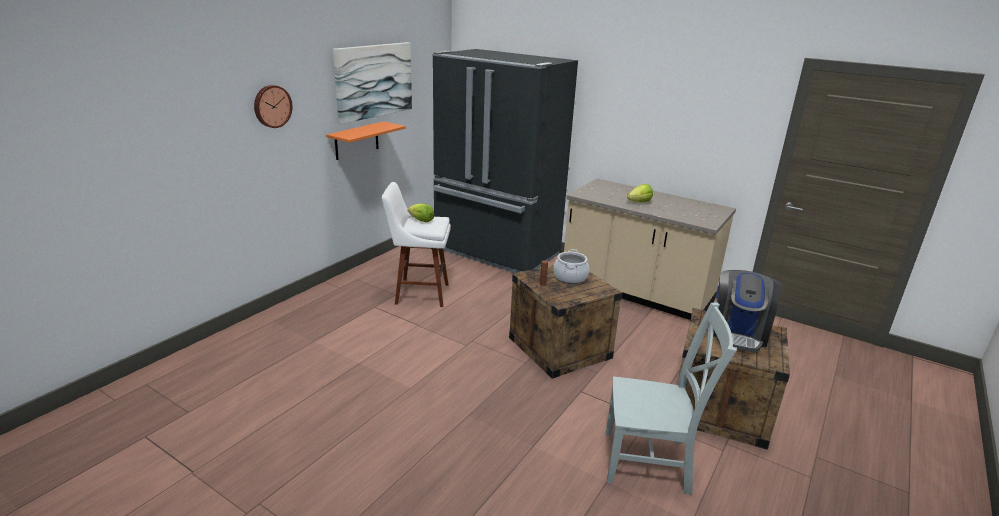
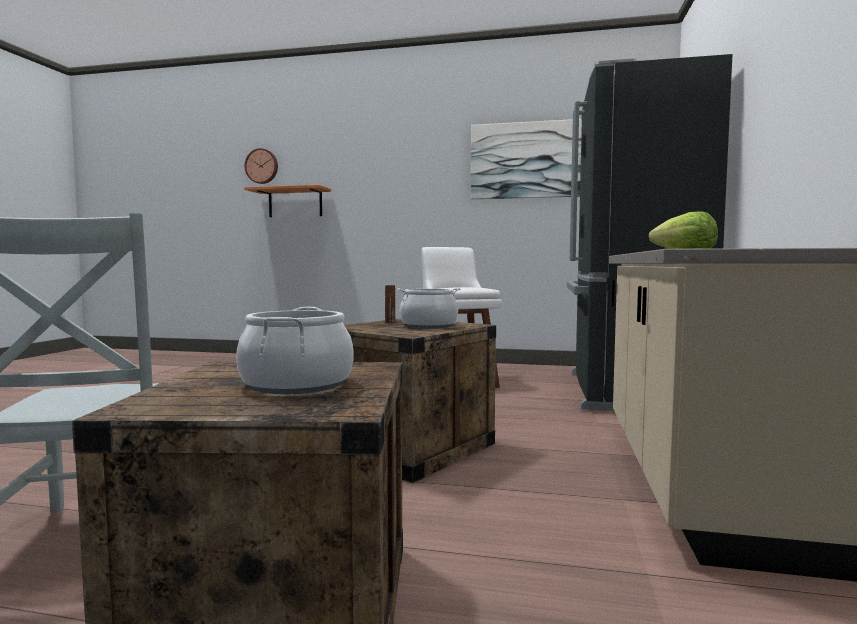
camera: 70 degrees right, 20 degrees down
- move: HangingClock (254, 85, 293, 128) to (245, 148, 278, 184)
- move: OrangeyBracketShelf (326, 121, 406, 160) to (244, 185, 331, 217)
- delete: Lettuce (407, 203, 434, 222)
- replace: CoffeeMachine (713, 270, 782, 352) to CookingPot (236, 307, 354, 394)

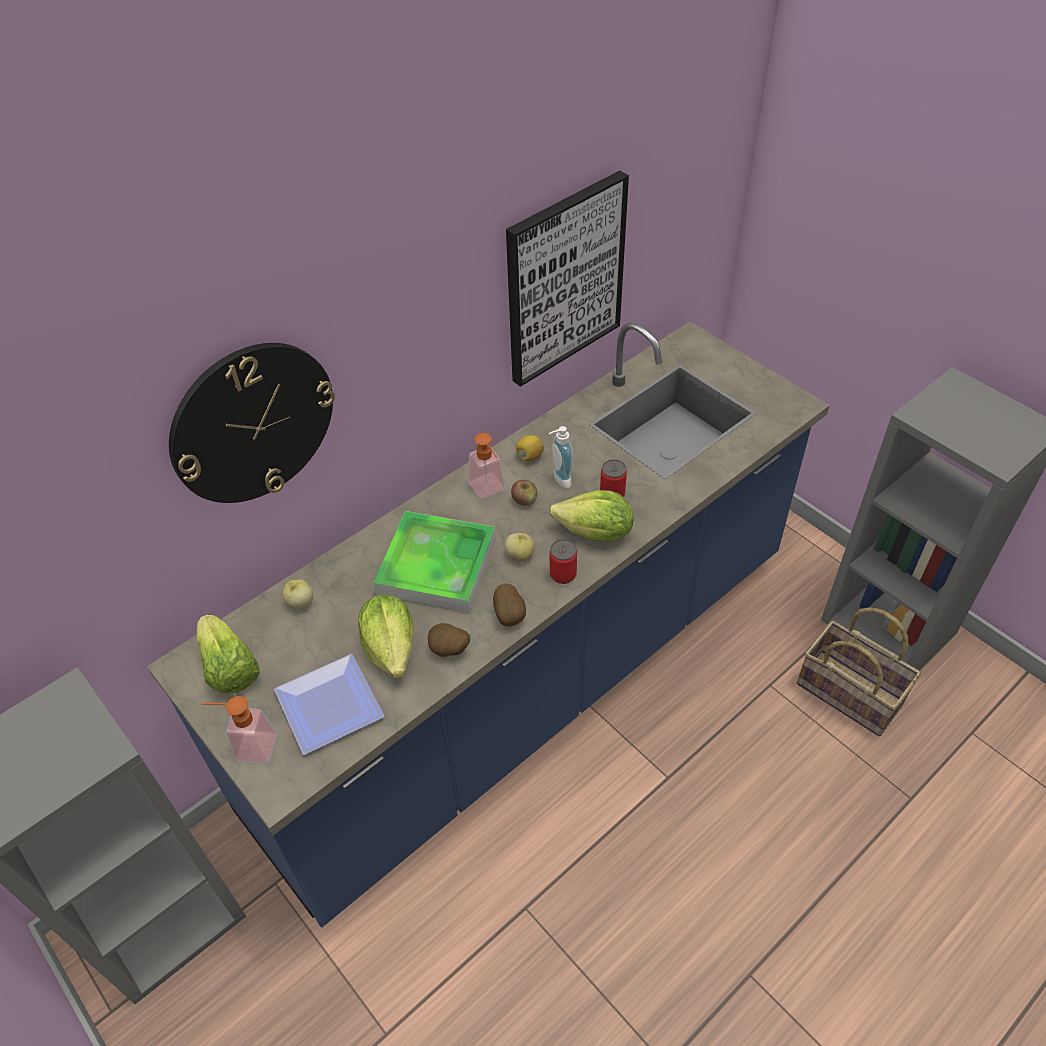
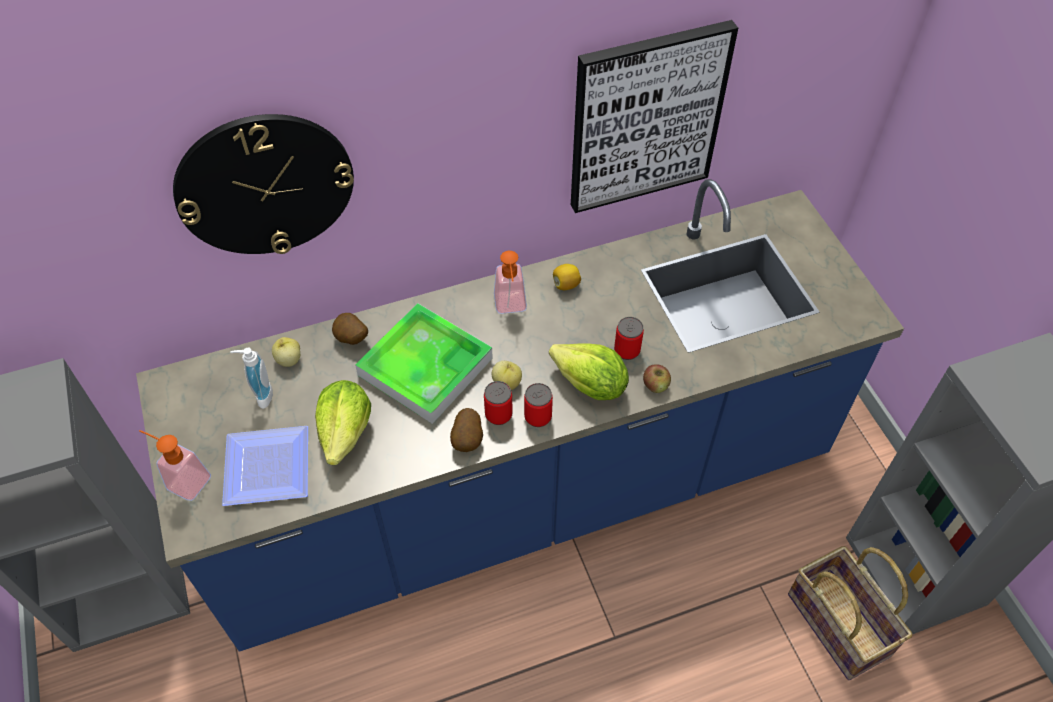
camera: 20 degrees right, 5 degrees up
- move: LiquidSoapBottle (549, 426, 573, 488) to (230, 348, 273, 409)
- move: WholeApple (511, 480, 537, 506) to (643, 364, 671, 393)
- delete: Lettuce (196, 614, 260, 693)
- move: Potato (428, 623, 470, 657) to (332, 313, 368, 345)
- insert: SealedCan (484, 381, 513, 425)

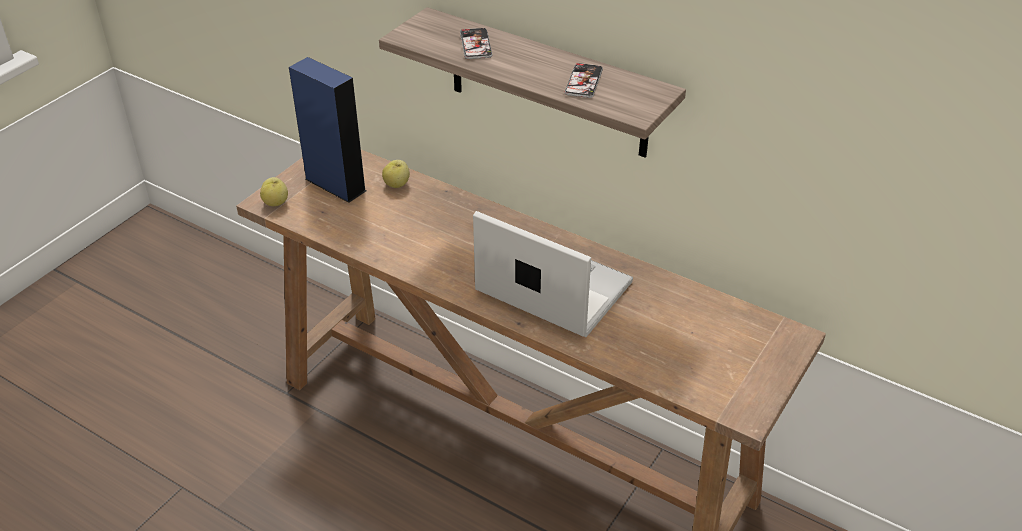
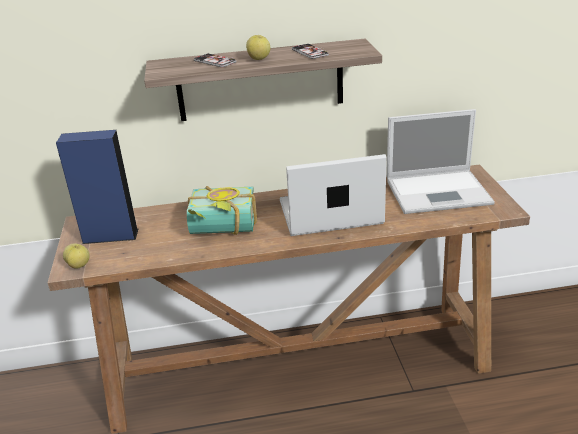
camera: 40 degrees left, 10 degrees down
- move: WholeApple (382, 160, 410, 188) to (246, 35, 270, 60)
- insert: PortableComputer (387, 109, 495, 214)
- insert: Book (187, 186, 257, 235)

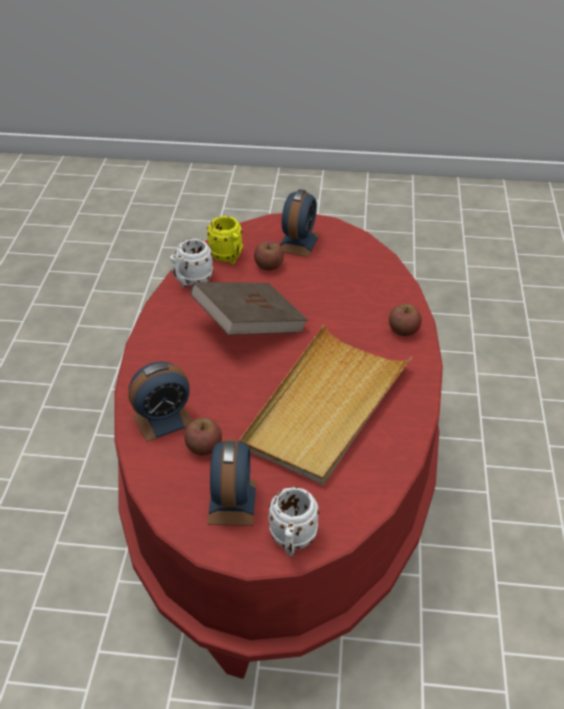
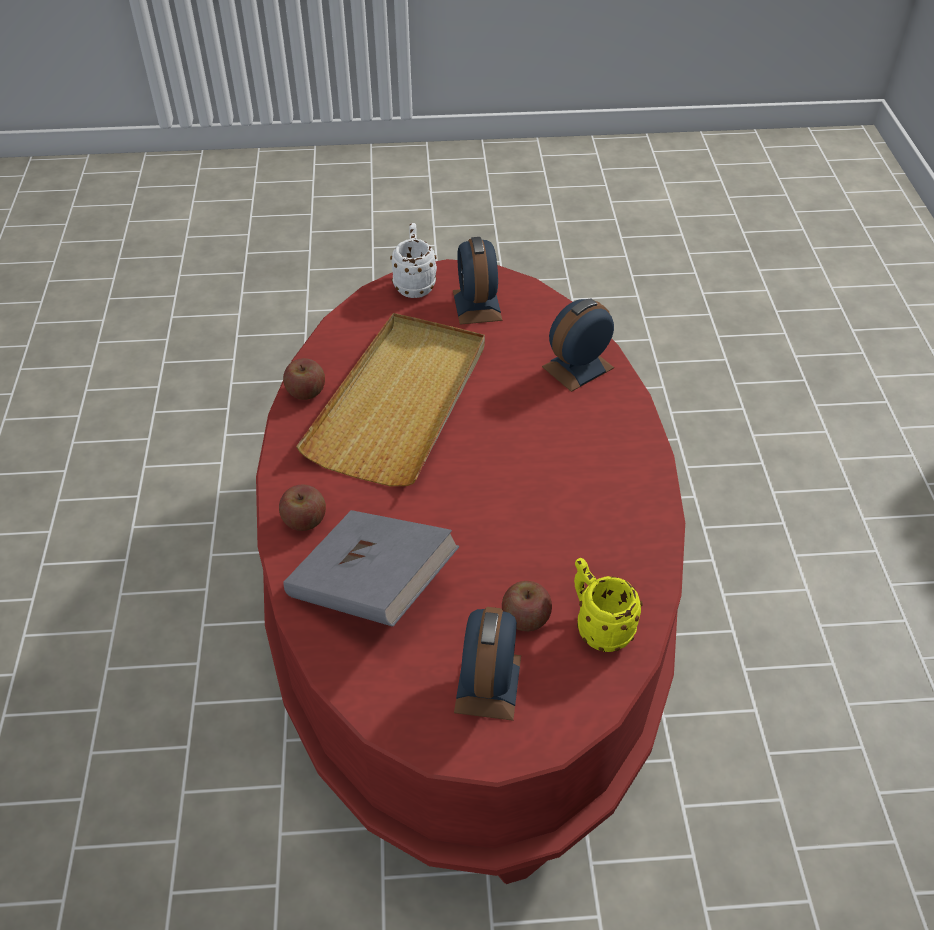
camera: 170 degrees right, 5 degrees up
- delete: WhiteTeaMug (170, 239, 213, 288)
- delete: BrownColouredBook (190, 282, 308, 335)
- move: WholeApple (184, 418, 222, 455) to (283, 358, 325, 400)
- insert: GreyishBook (283, 510, 460, 627)

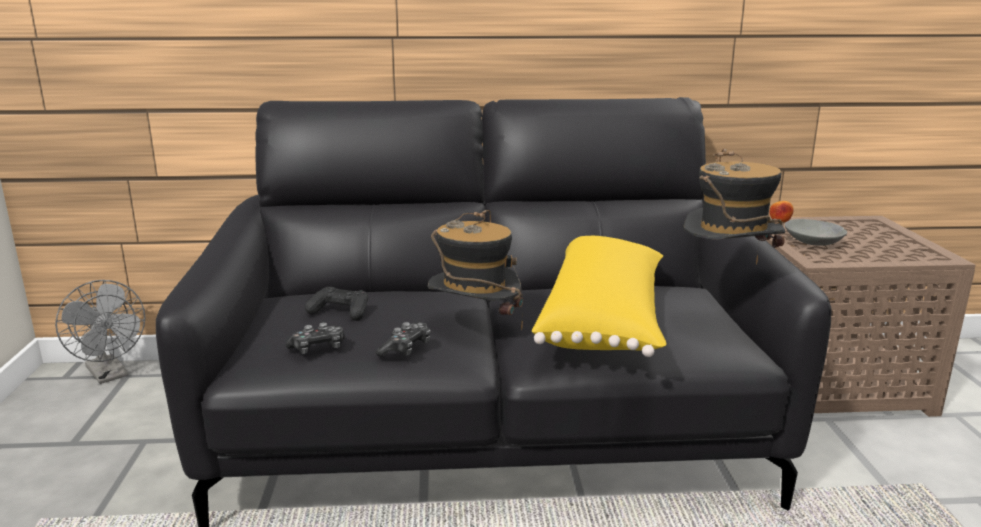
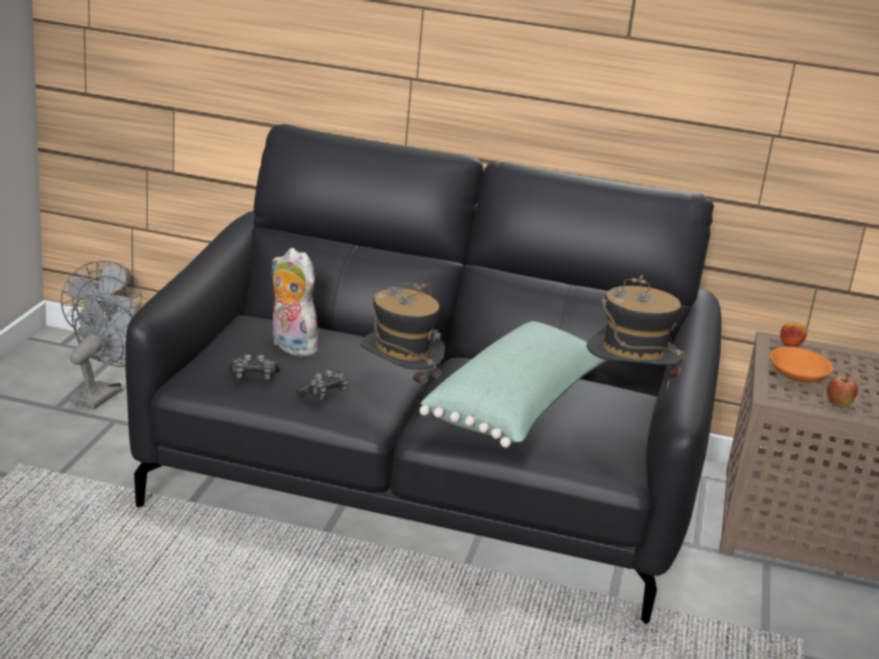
camera: 15 degrees right, 5 degrees up
- recolor: GreyishBowl (785, 219, 847, 246) to OrangeyBowl (770, 347, 833, 383)
- recolor: YellowishThrowPillow (532, 236, 667, 357) to GreenishThrowPillow (420, 321, 607, 448)
- replace: BlackishJoypad (305, 287, 368, 321) to CuddlyToy (271, 248, 318, 356)
- insert: GreyishElectricFan (70, 295, 133, 409)
- insert: WholeApple (827, 375, 858, 407)

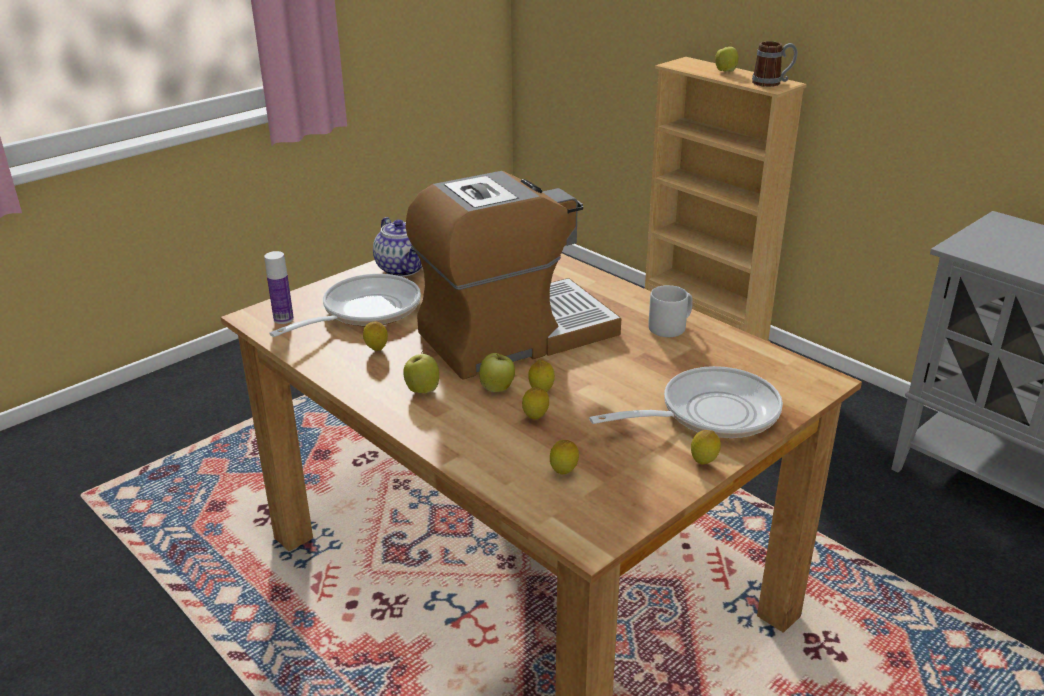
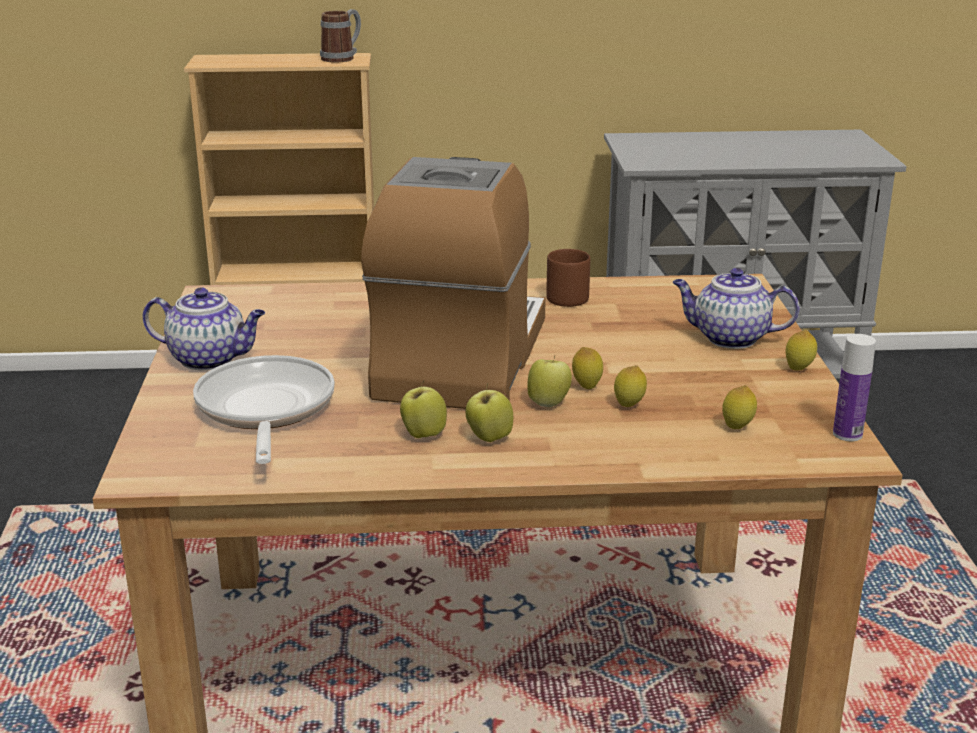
camera: 50 degrees left, 5 degrees down
- move: WholeApple (715, 43, 739, 72) to (400, 380, 447, 438)
- move: BeverageBottle (264, 251, 294, 324) to (833, 334, 876, 441)
- recolor: GreyishTeaMug (648, 285, 693, 337) to BrownColouredTeaMug (546, 249, 590, 307)
- delete: Lemon (363, 322, 388, 351)
- replace: FryingPan (589, 366, 783, 438) to Teapot (673, 268, 799, 349)

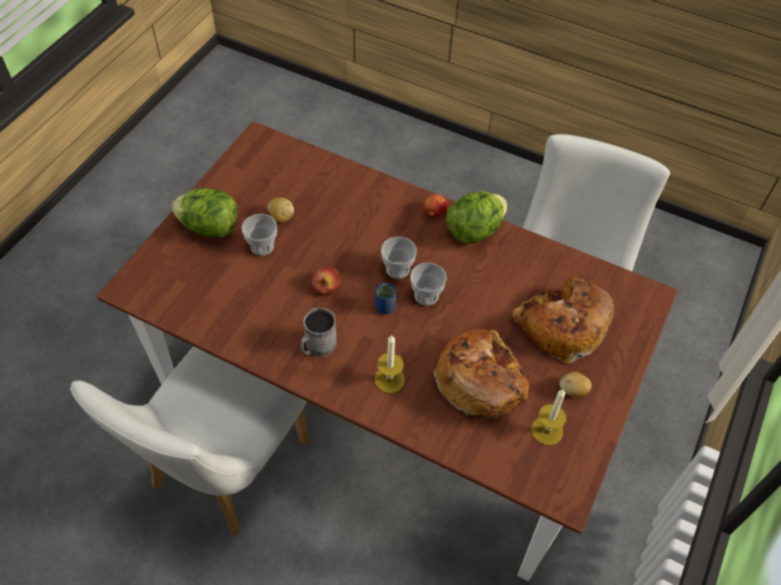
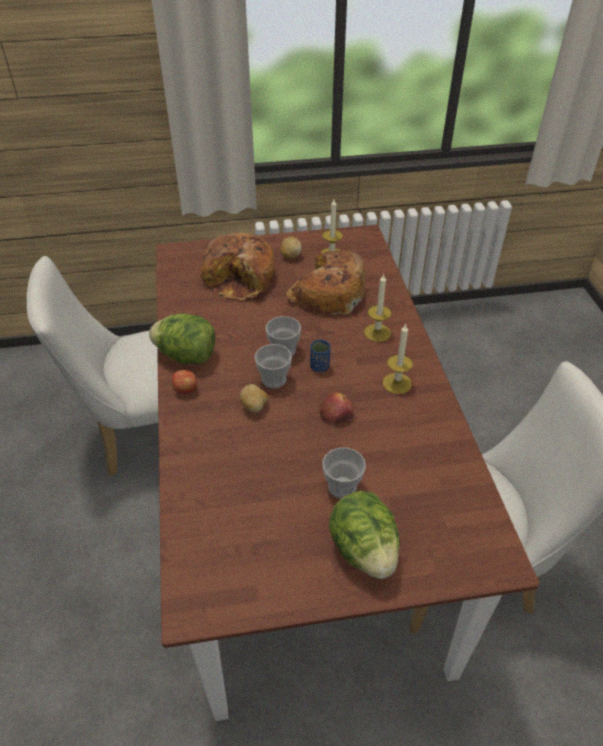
camera: 125 degrees left, 10 degrees down
- move: Potato (267, 197, 294, 223) to (240, 384, 268, 413)
- replace: GreyishTeaMug (300, 308, 337, 357) to WaxLight (383, 324, 413, 394)

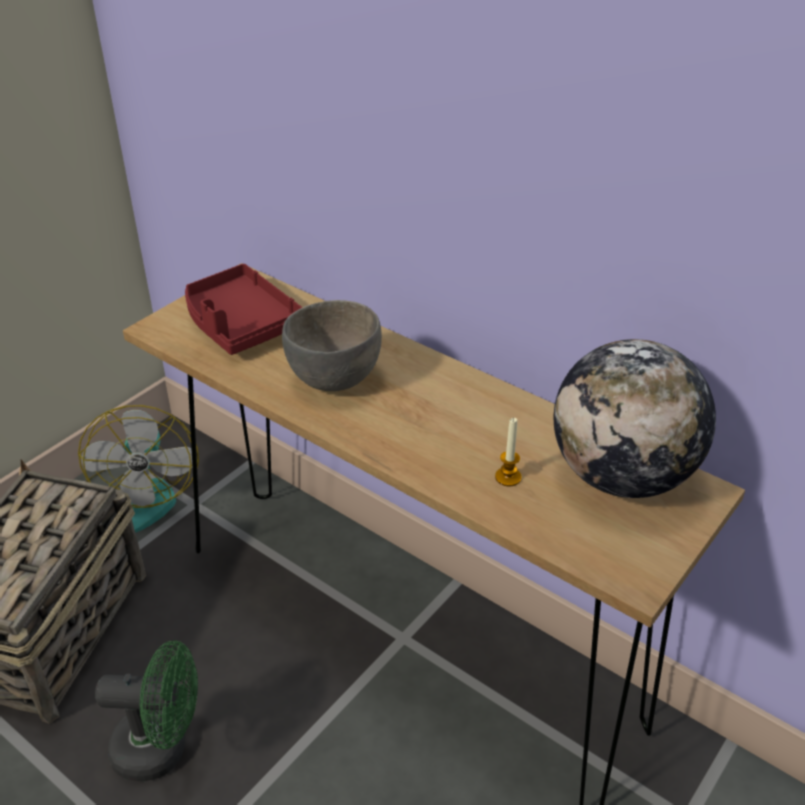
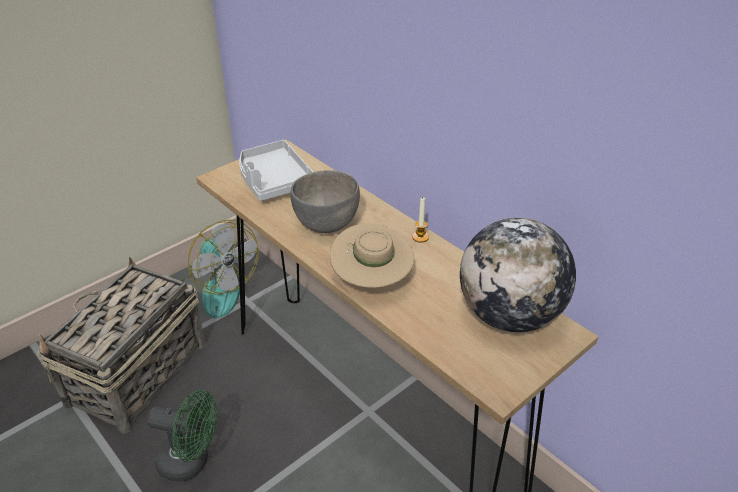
camera: 10 degrees right, 0 degrees up
- recolor: RedCarryingTray (185, 264, 303, 355) to GreyishCarryingTray (239, 140, 313, 201)
- rotate: ElectricFan (78, 405, 199, 533) = (182, 220, 259, 318) 45 degrees counterclockwise
- move: WaxLight (495, 418, 522, 486) to (412, 198, 429, 243)
- insert: BeigeHat (330, 223, 414, 288)

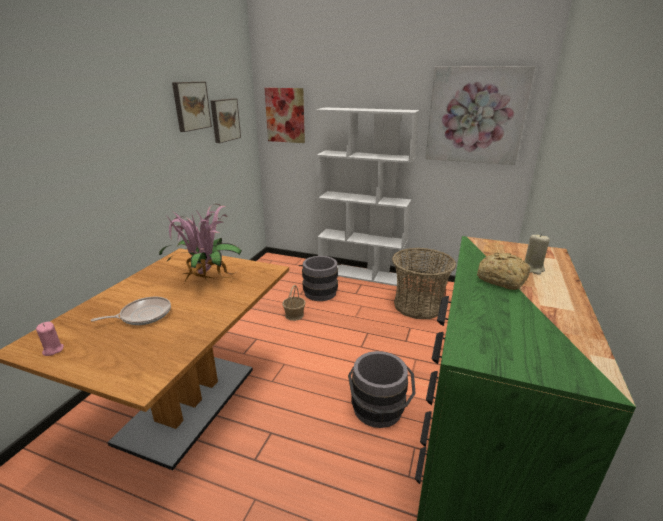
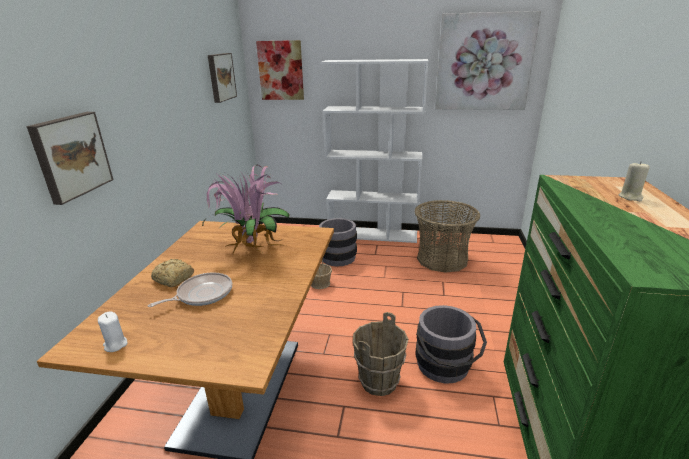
camera: 10 degrees left, 0 degrees up
- move: WallArt (172, 82, 212, 132) to (26, 112, 113, 205)
- move: BakedBread (477, 253, 530, 290) to (151, 259, 194, 287)
- recolor: PinkishWaxLight (36, 322, 64, 356) to WhiteWaxLight (98, 311, 127, 352)
- insert: BrownColouredPail (353, 312, 408, 396)

